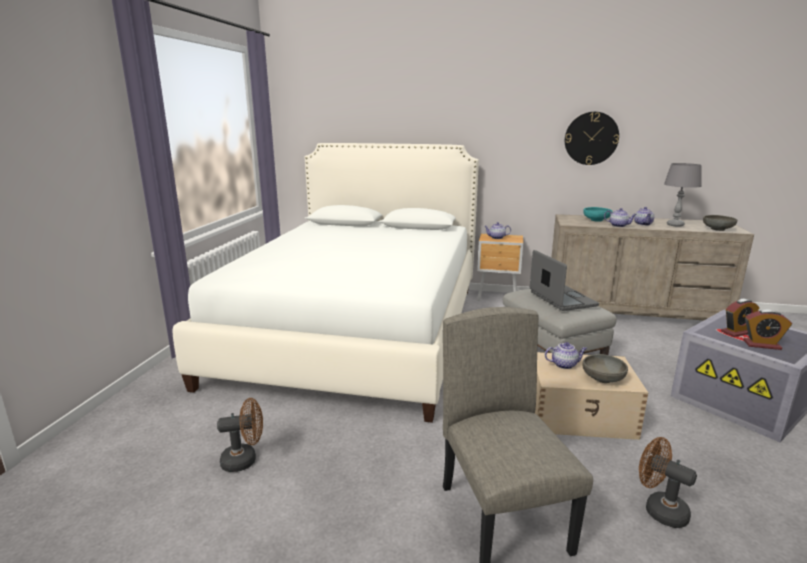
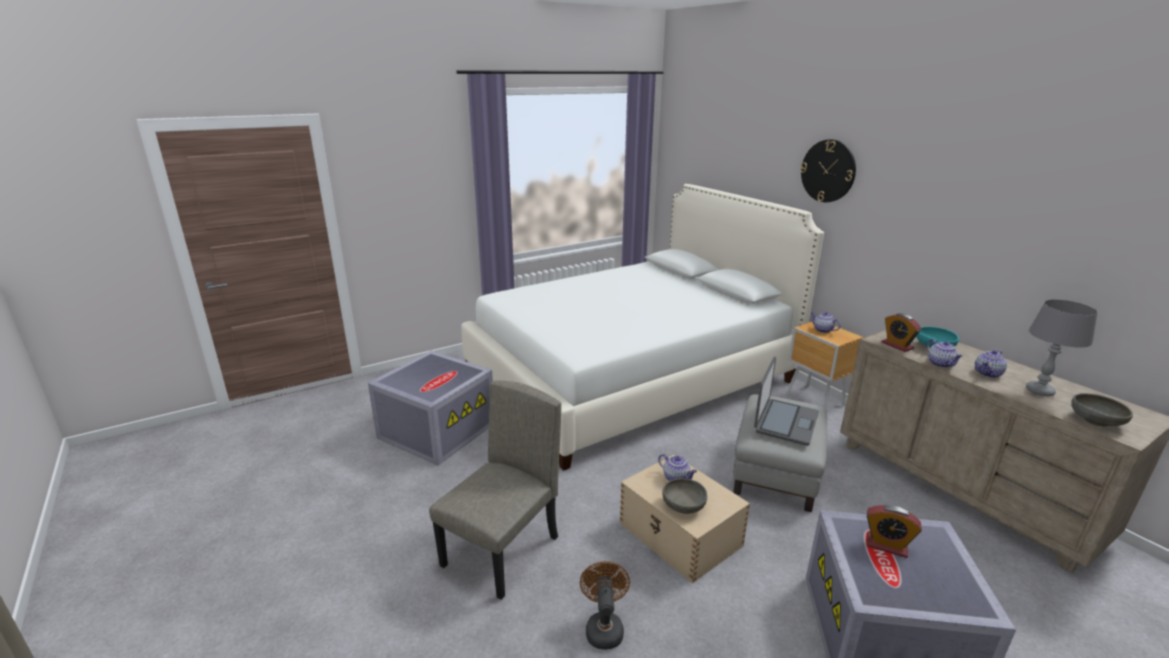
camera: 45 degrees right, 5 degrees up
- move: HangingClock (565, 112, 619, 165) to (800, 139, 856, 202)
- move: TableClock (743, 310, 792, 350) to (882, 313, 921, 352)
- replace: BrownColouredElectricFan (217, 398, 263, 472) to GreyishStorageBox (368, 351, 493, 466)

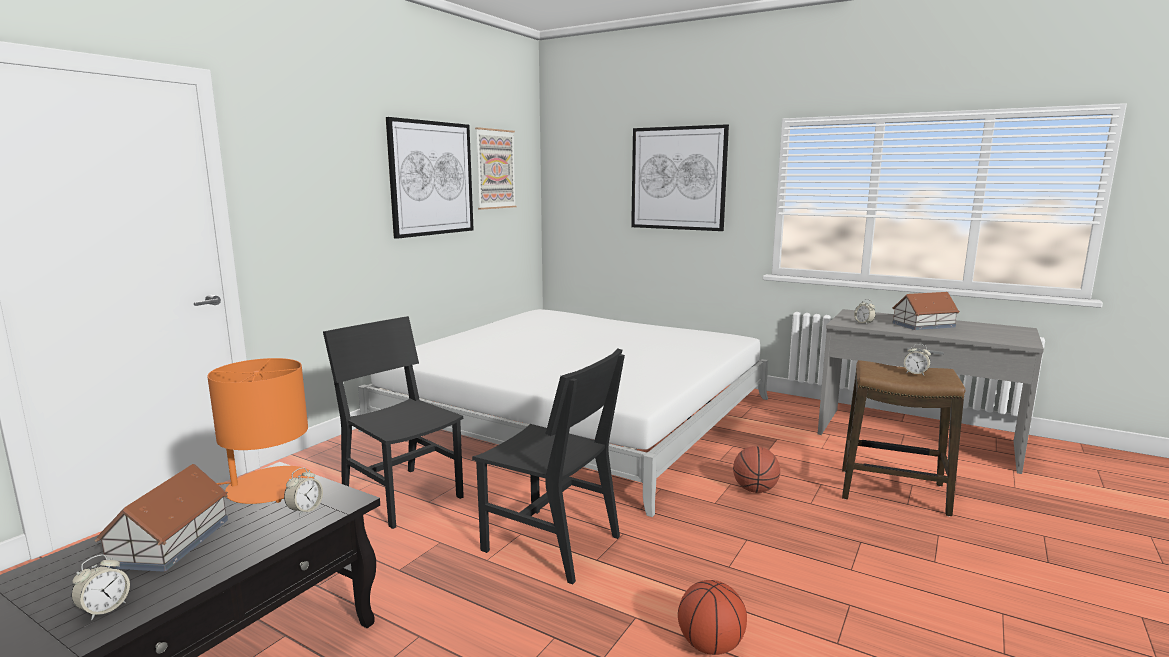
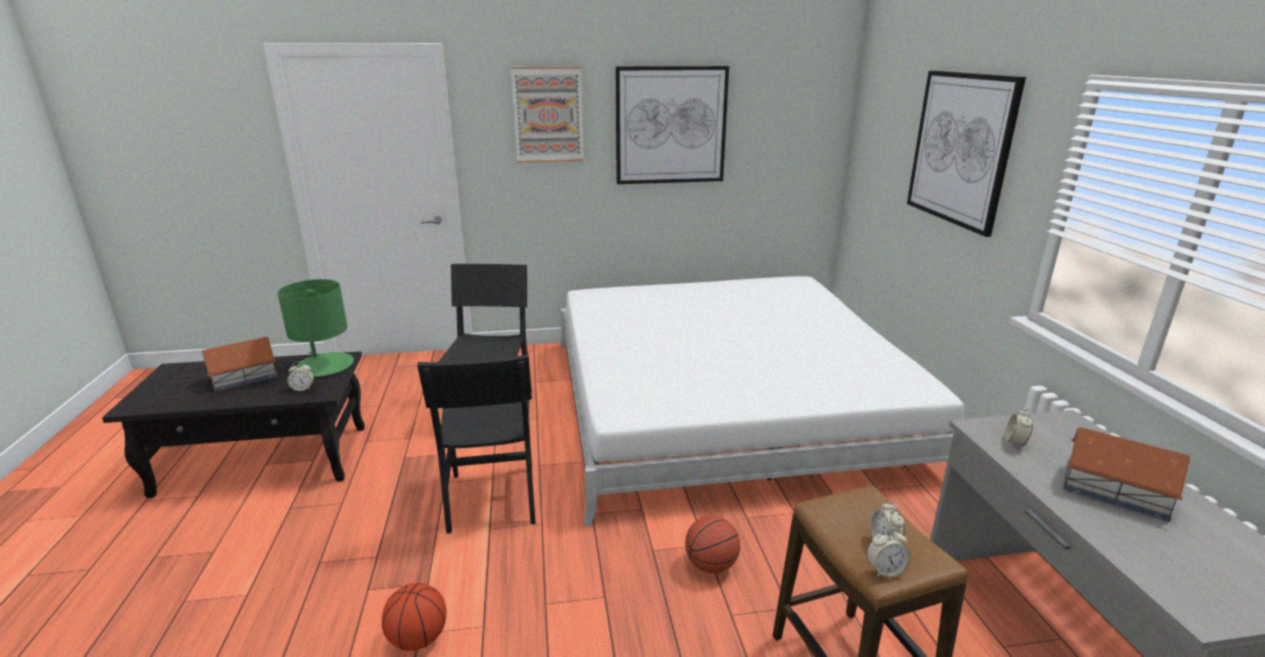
camera: 50 degrees right, 10 degrees up
- move: WallArt (475, 127, 516, 210) to (511, 66, 584, 163)
- recolor: OrangeyLampForATable (207, 358, 314, 504) to GreenishLampForATable (277, 279, 354, 377)
- move: TableClock (71, 554, 130, 620) to (866, 527, 911, 578)

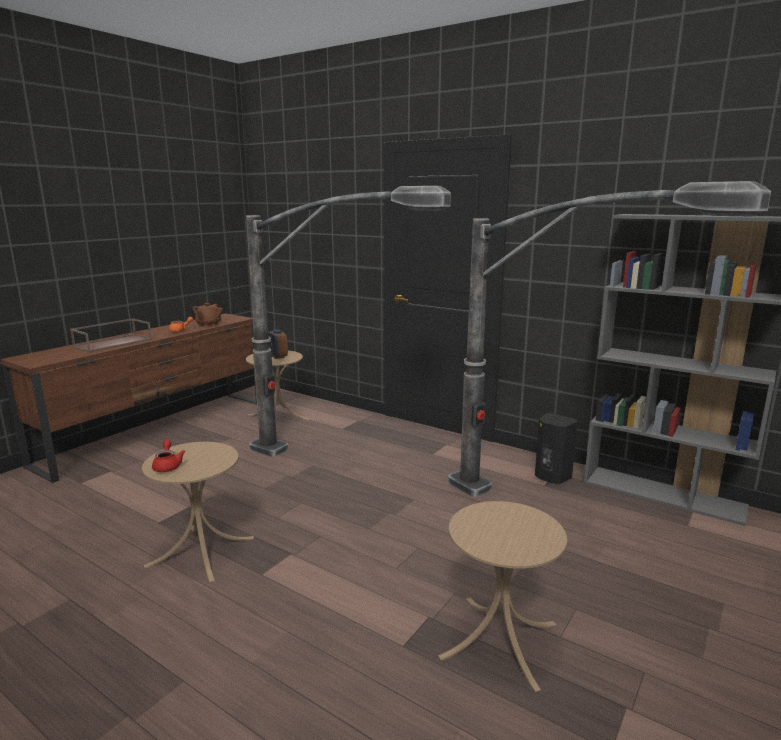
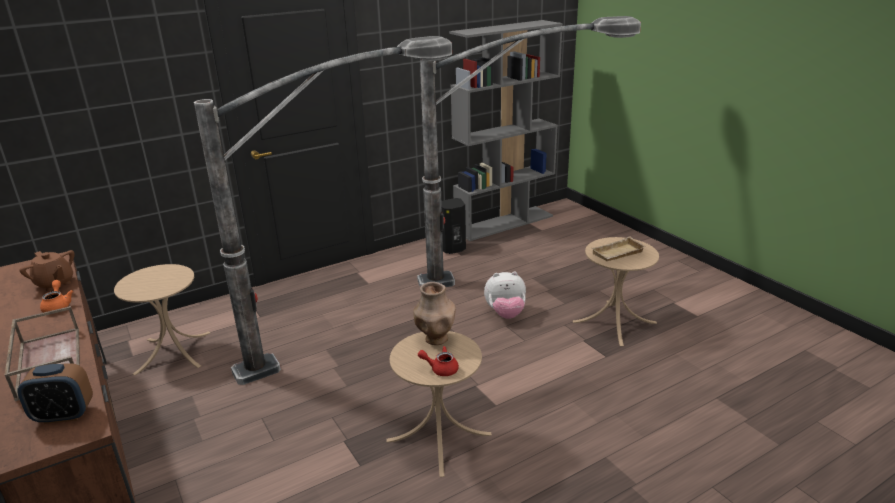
camera: 65 degrees left, 10 degrees up
- move: TableClock (268, 329, 288, 359) to (17, 363, 93, 424)
- insert: BeigeCarryingTray (591, 236, 646, 261)
- insert: CuddlyToy (484, 272, 526, 319)
- insert: BrownColouredDecorativeVase (413, 282, 456, 345)

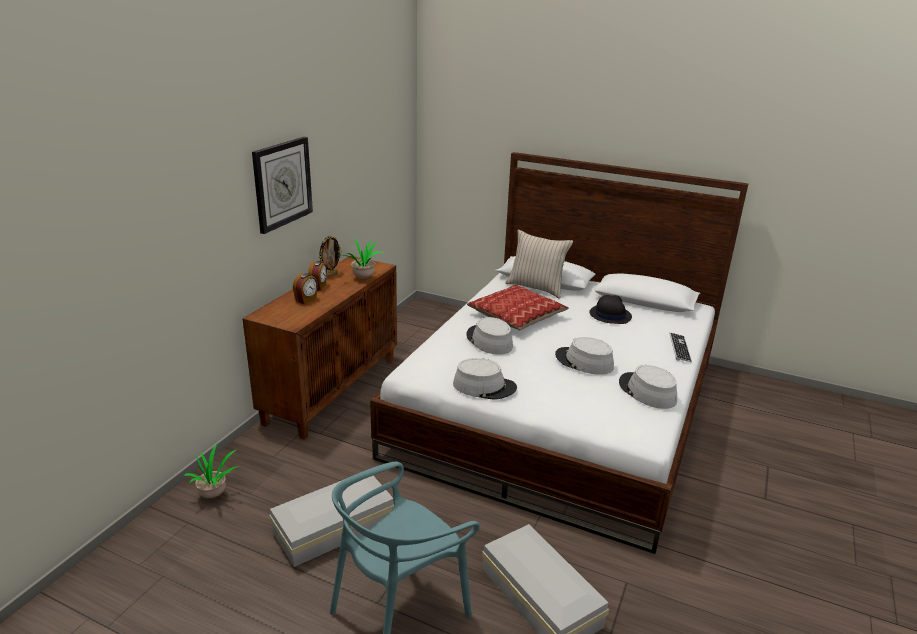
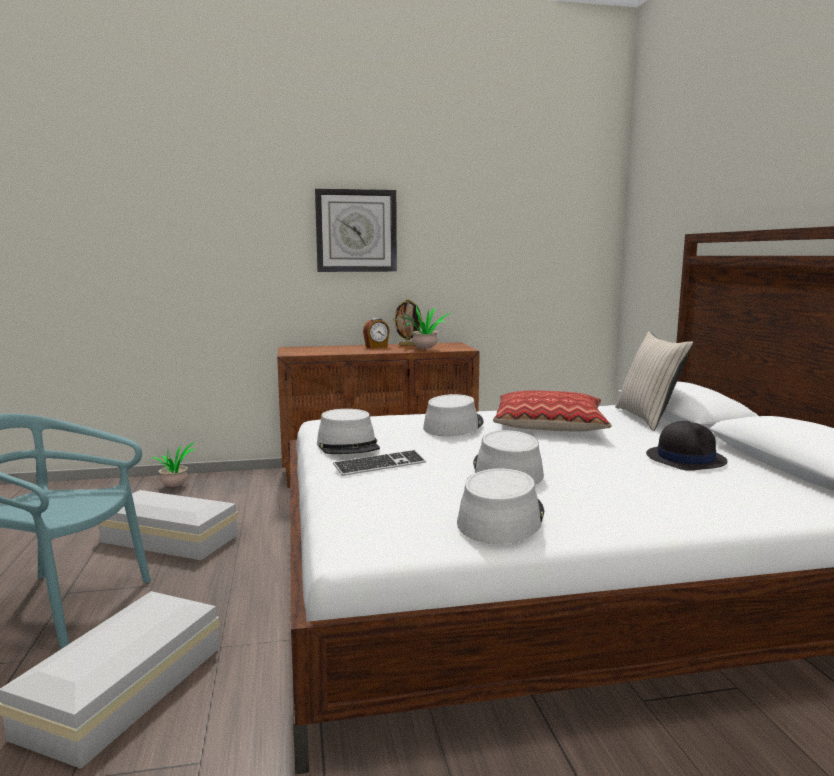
camera: 55 degrees right, 15 degrees down
- delete: TableClock (293, 273, 318, 304)
- move: PcKeyboard (669, 333, 692, 362) to (333, 450, 426, 476)

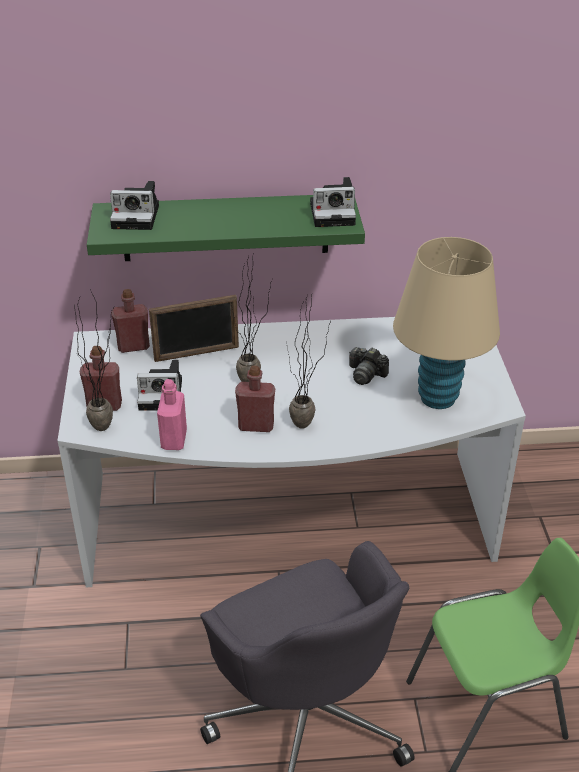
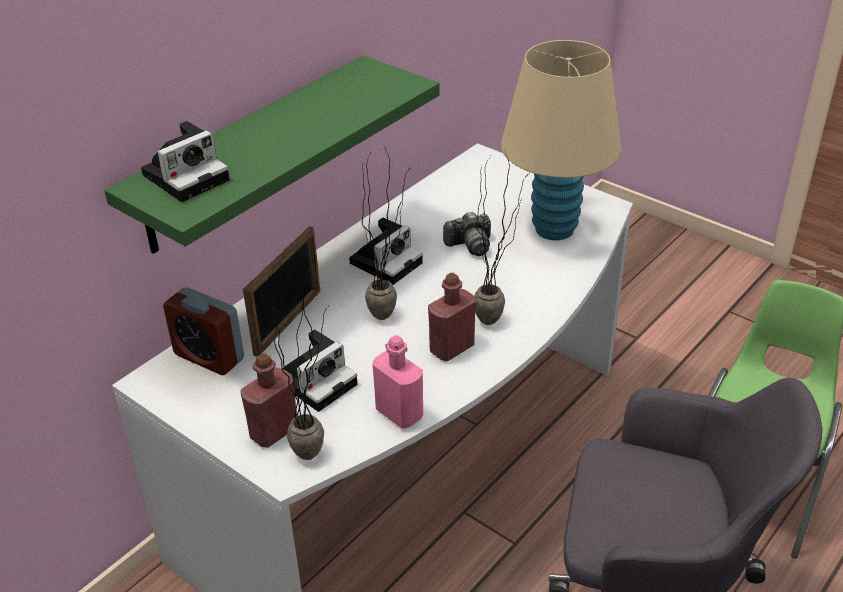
camera: 45 degrees left, 0 degrees up
- move: PhotoCamera (310, 177, 356, 227) to (349, 217, 423, 285)
- replace: RedBeverageBottle (111, 289, 150, 353) to TableClock (163, 287, 244, 375)

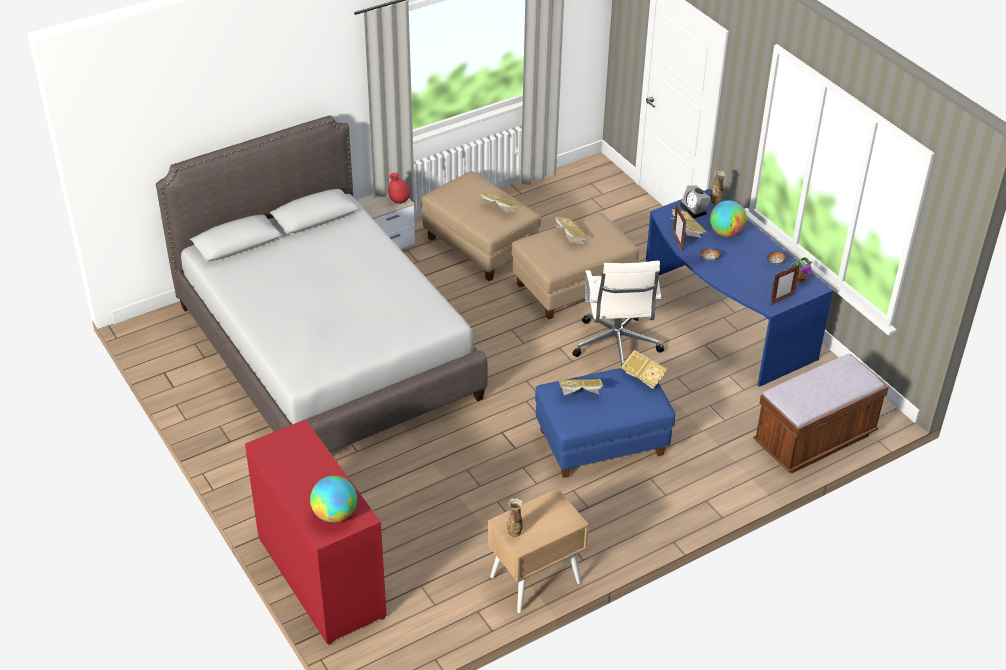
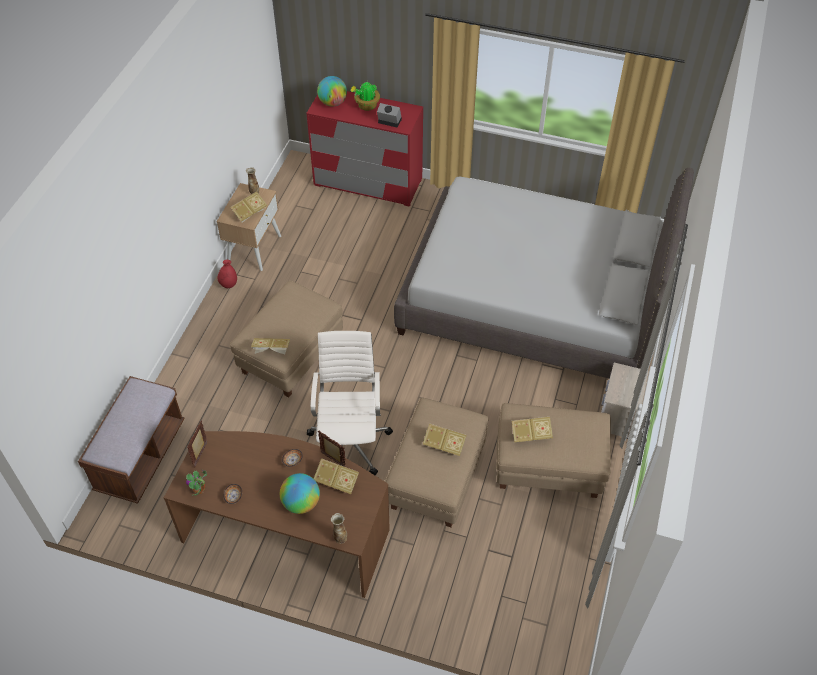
camera: 140 degrees right, 10 degrees up
- move: RedDecorativeVase (388, 173, 410, 204) to (218, 260, 237, 288)
- move: TableClock (680, 185, 711, 218) to (377, 103, 402, 127)
- recolor: BluishDesk (646, 189, 833, 387) to BrownColouredDesk (164, 431, 390, 598)
- rotate: WhiteComputerChair (573, 261, 664, 366) = (307, 331, 393, 475) 45 degrees clockwise
- recolor: BluishFootrest (535, 368, 676, 478) to BeigeFootrest (230, 281, 343, 398)
- move: Book (559, 379, 603, 395) to (230, 191, 268, 223)
- insert: Houseplant (351, 82, 380, 111)

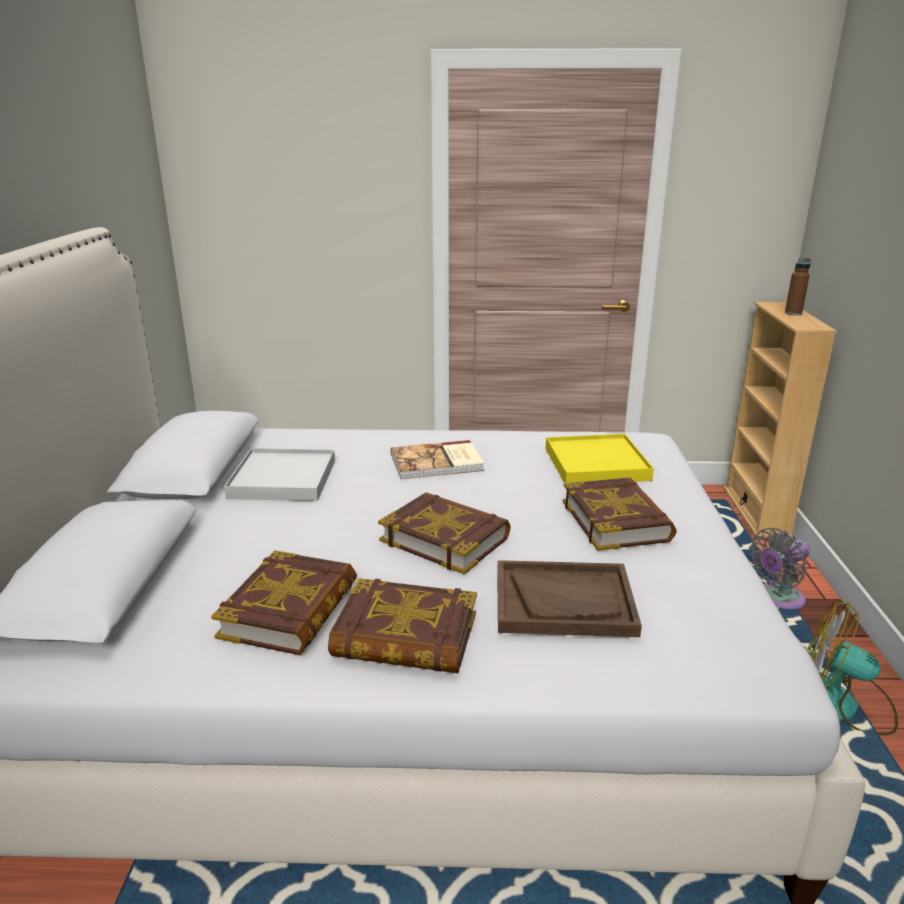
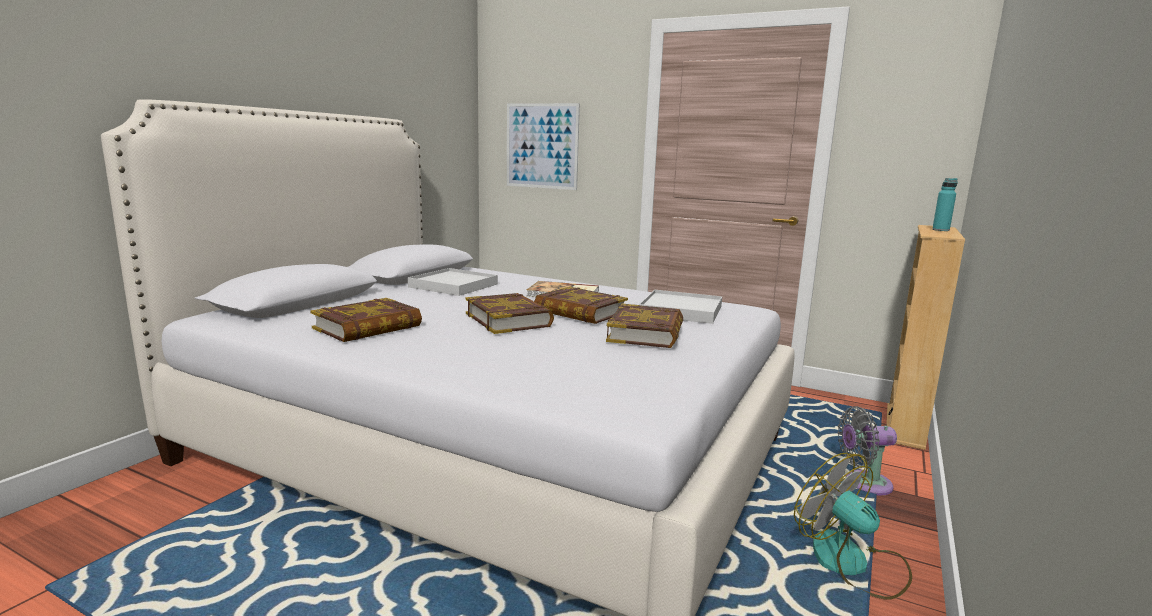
camera: 25 degrees right, 10 degrees down
- recolor: BrownColouredBeverageBottle (785, 258, 811, 315) to BlueGreenBeverageBottle (932, 178, 958, 231)
- recolor: YellowishCarryingTray (546, 434, 654, 483) to WhiteCarryingTray (639, 290, 722, 324)
- delete: BrownColouredCarryingTray (497, 560, 642, 637)
- move: Book (328, 578, 477, 673) to (534, 286, 628, 324)
- insert: WallArt (507, 103, 580, 190)

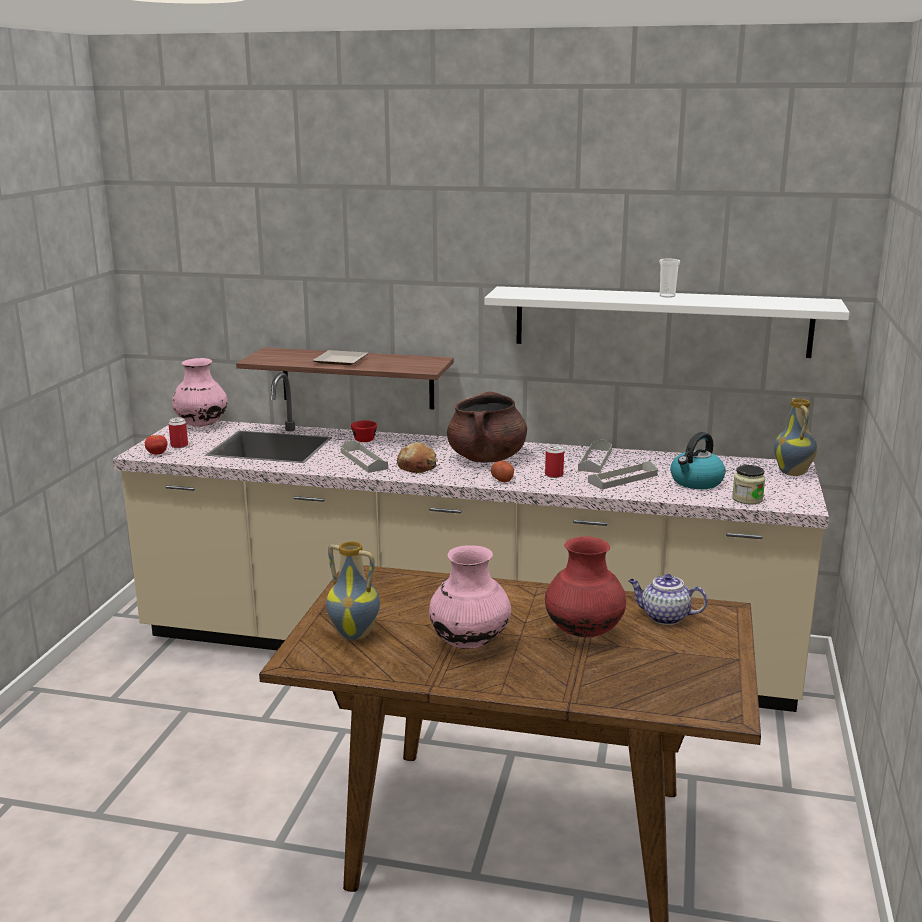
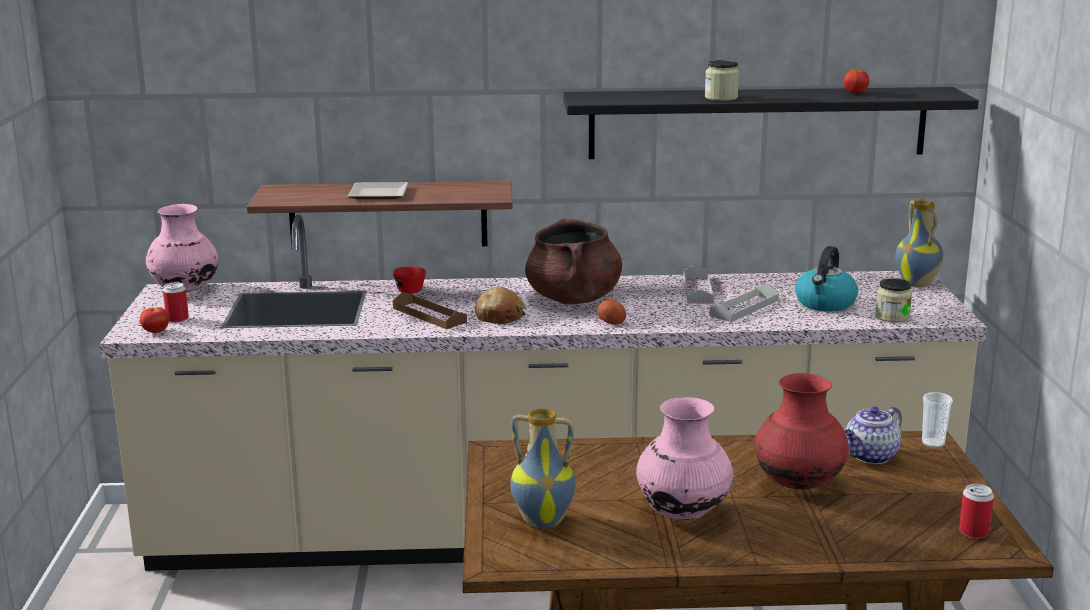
camera: 15 degrees left, 0 degrees up
- move: DrinkingCup (659, 259, 680, 298) to (922, 392, 953, 448)
- recolor: WhiteBracketShelf (485, 286, 850, 358) to BlackishBracketShelf (563, 87, 979, 159)
- recolor: GreyishCarryingTray (341, 440, 388, 473) to BrownColouredCarryingTray (393, 292, 467, 329)
- move: SealedCan (545, 444, 564, 478) to (959, 484, 994, 538)
- rotate: Teapot (628, 574, 708, 625) = (844, 407, 902, 464) 45 degrees counterclockwise
- insert: StorageJar (705, 60, 739, 101)
- insert: Tomato (843, 69, 869, 94)

